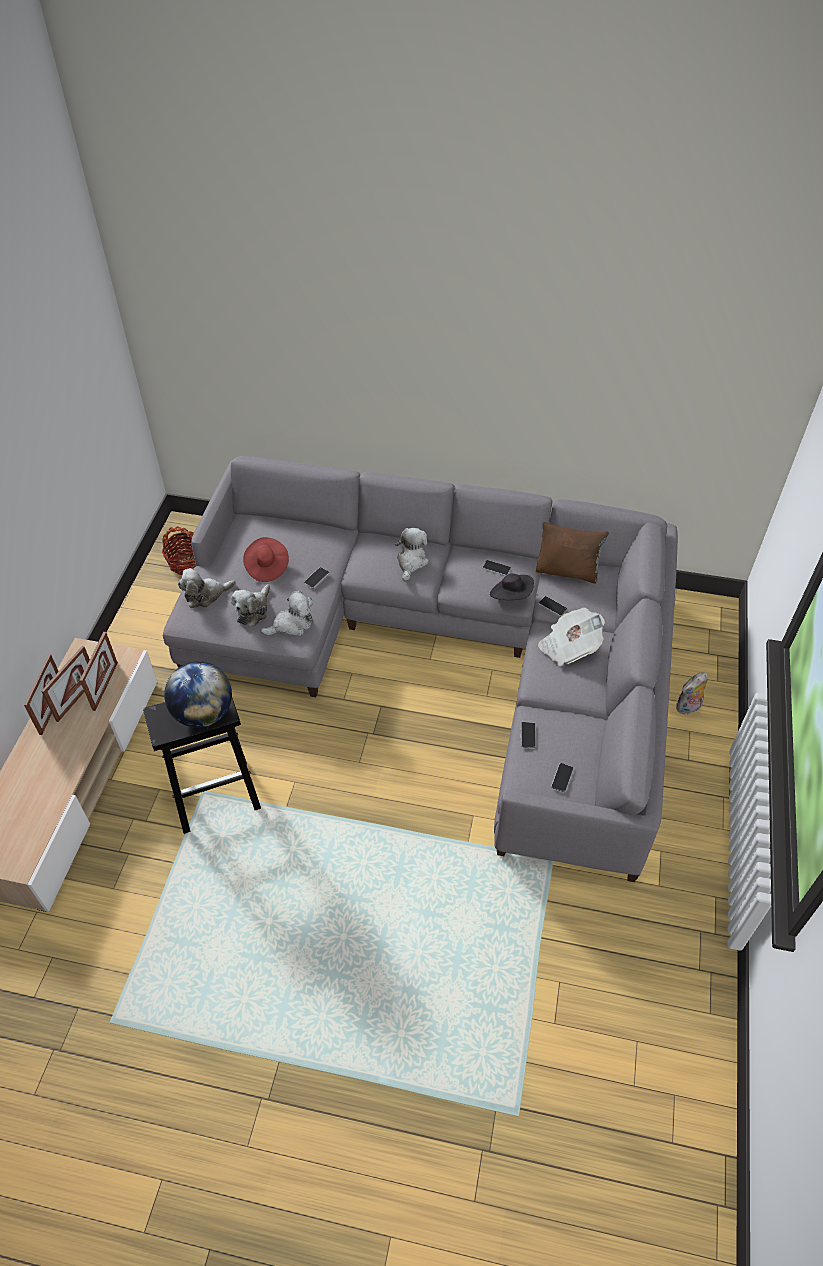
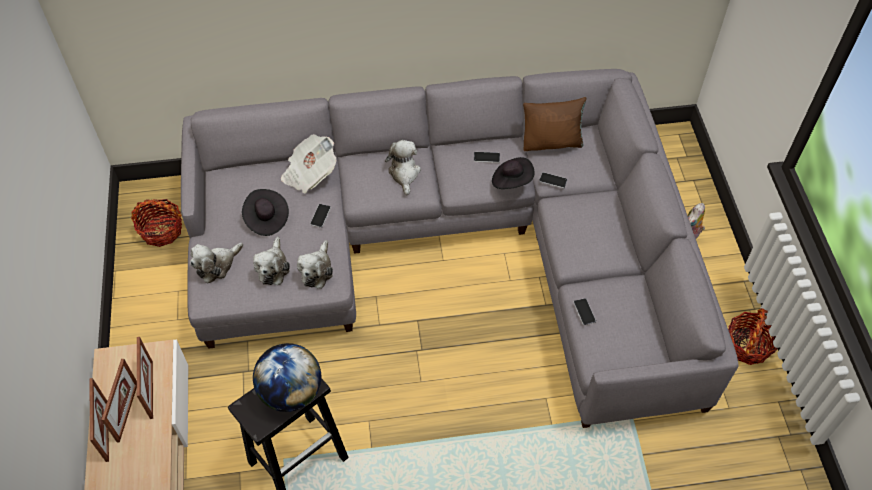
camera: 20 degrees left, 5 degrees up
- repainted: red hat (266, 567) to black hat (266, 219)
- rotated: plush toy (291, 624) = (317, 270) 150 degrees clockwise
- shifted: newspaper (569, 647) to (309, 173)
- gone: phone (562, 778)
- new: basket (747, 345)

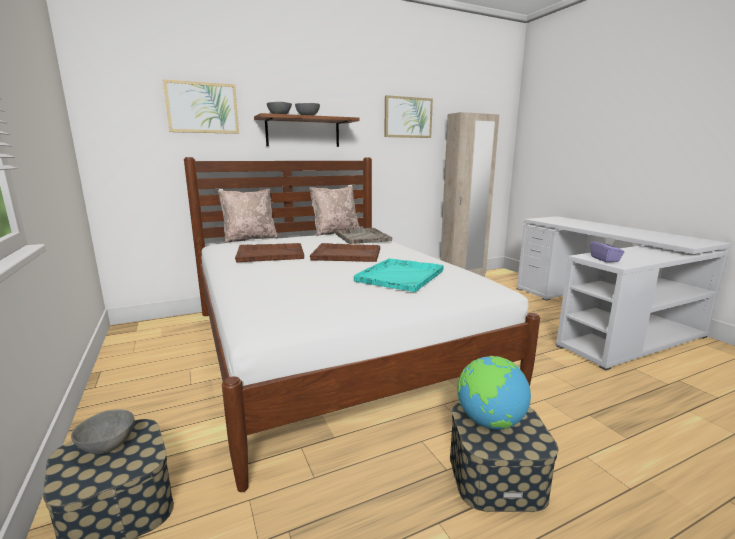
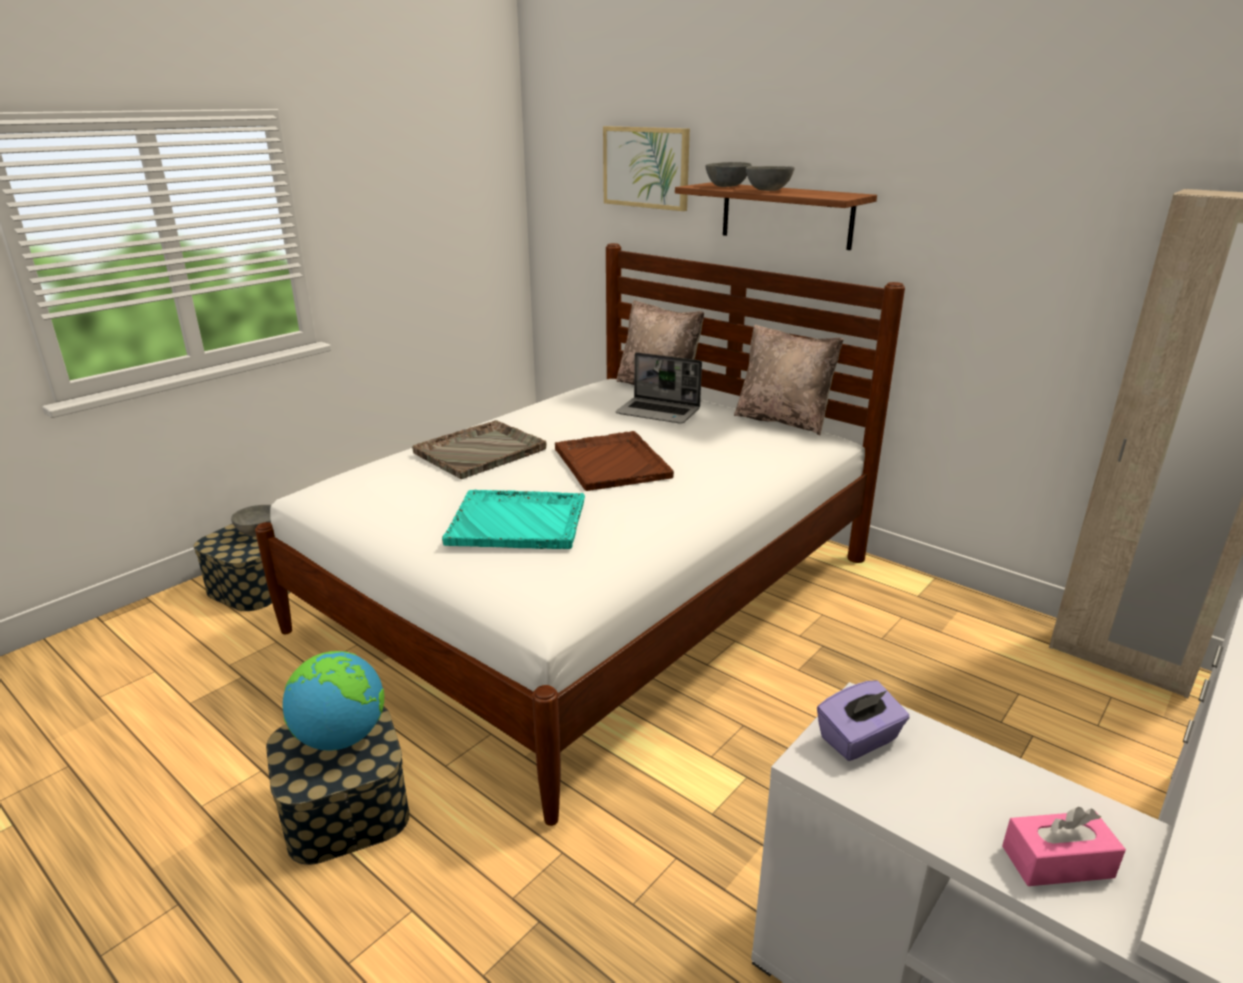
camera: 65 degrees right, 10 degrees up
- gone: picture (408, 117)
- shifted: grey tray (362, 237) to (481, 451)
- gone: brown tray (270, 254)
- new: laptop (659, 412)
- new: pink tissue box (1057, 862)

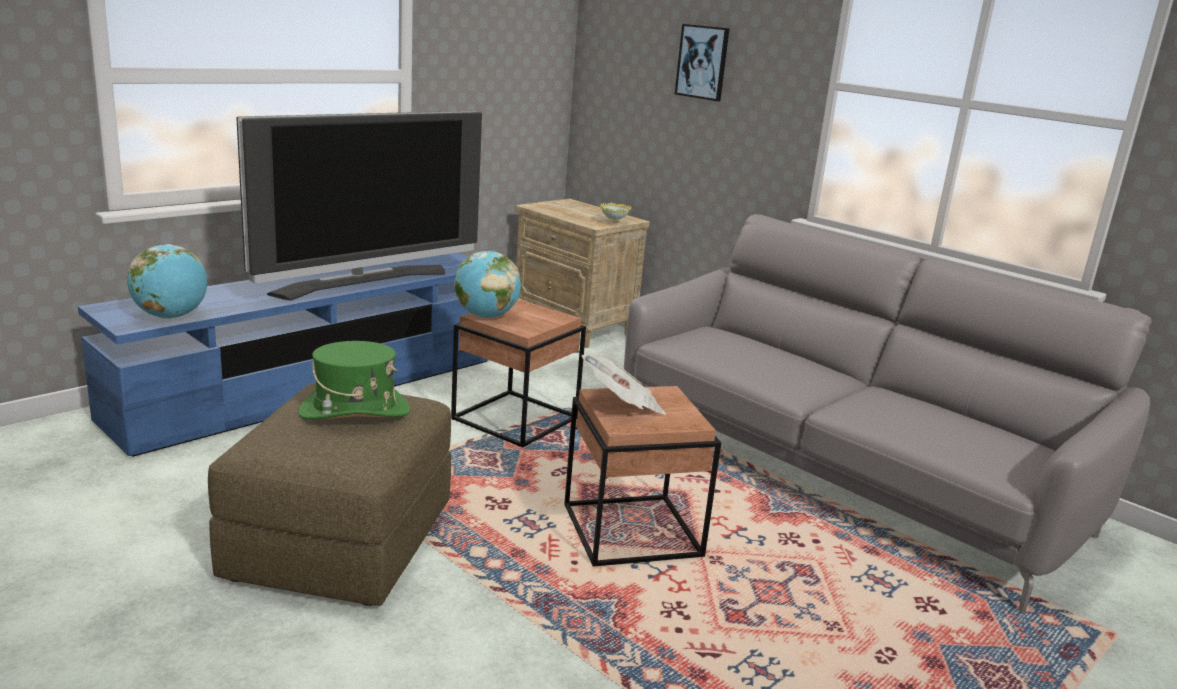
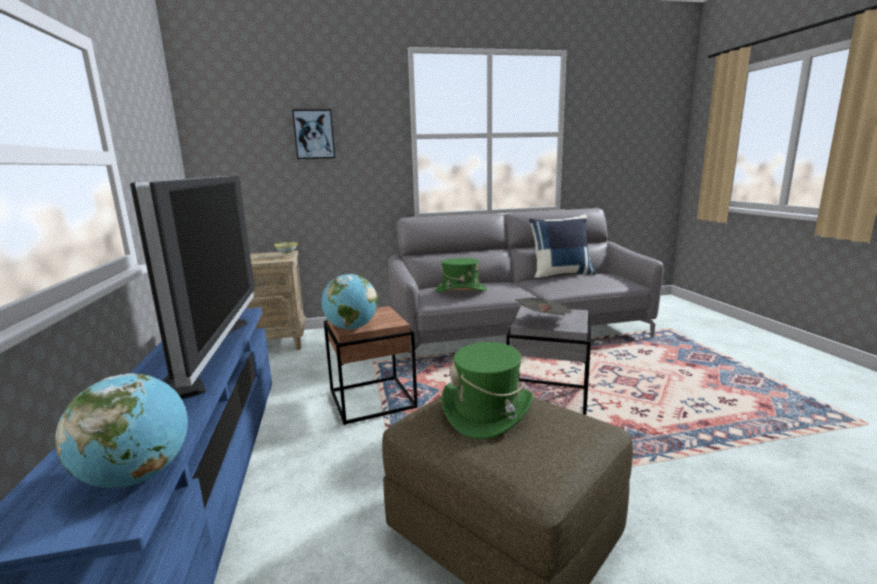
camera: 55 degrees left, 5 degrees down
- repainted: brown side table (632, 530) to grey side table (547, 400)
- new: blue pillow (560, 275)
- new: green hat (460, 290)

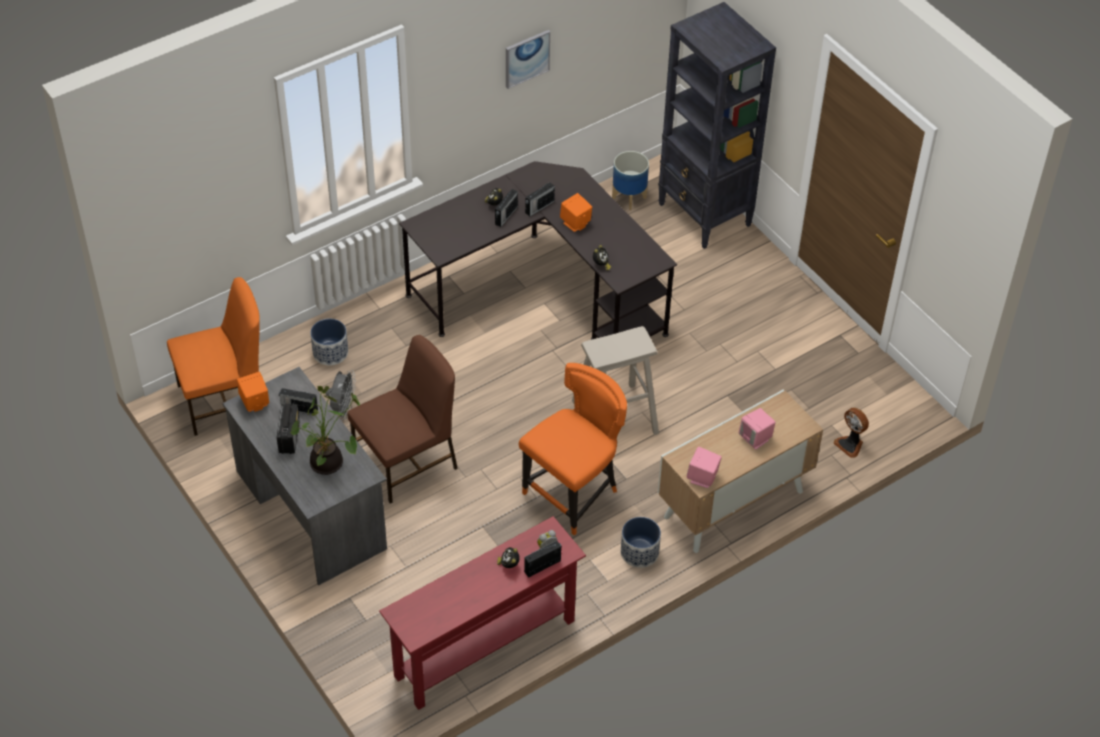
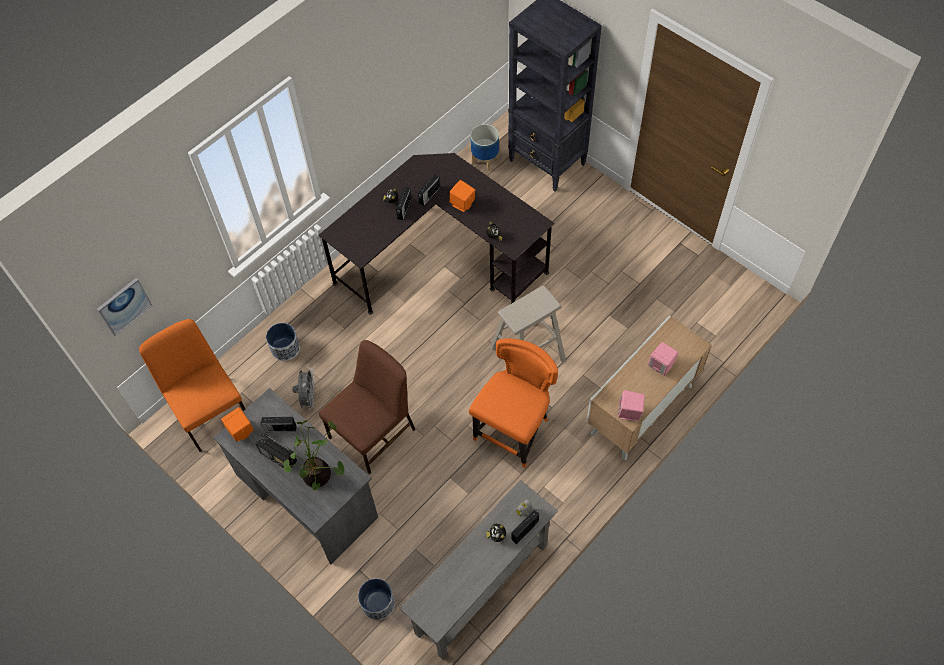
camera: 10 degrees left, 10 degrees up
- shifted: picture (526, 58) to (124, 306)
- rotated: orange chair (225, 400) = (210, 411) 90 degrees counterclockwise
- rotated: radio (289, 436) = (278, 457) 135 degrees clockwise
- gone: fan (850, 444)
- repainted: red console table (485, 649) to grey console table (482, 589)
- shifted: planter (639, 553) to (378, 604)

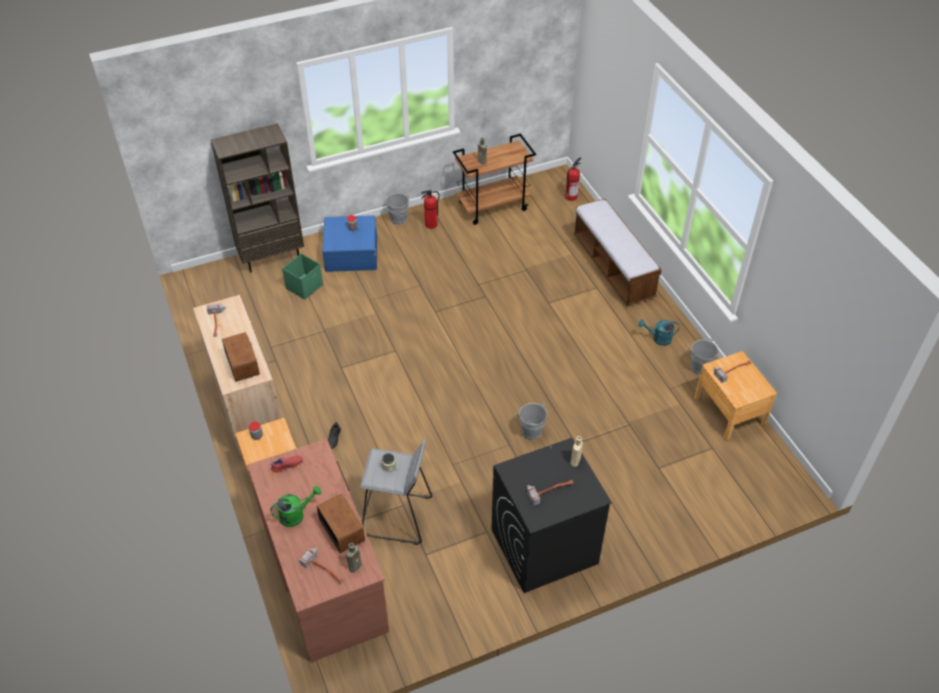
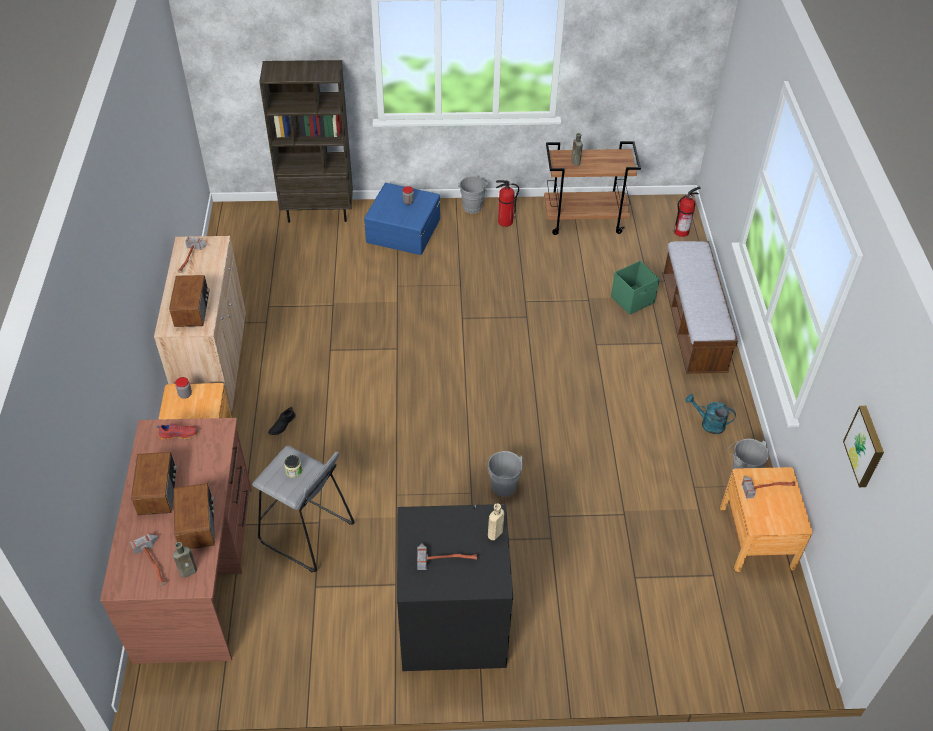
camera: 20 degrees right, 0 degrees up
- shifted: green storage box (305, 286) to (633, 300)
- swapped: green watering can (296, 515) to radio (158, 491)
- new: picture (866, 446)

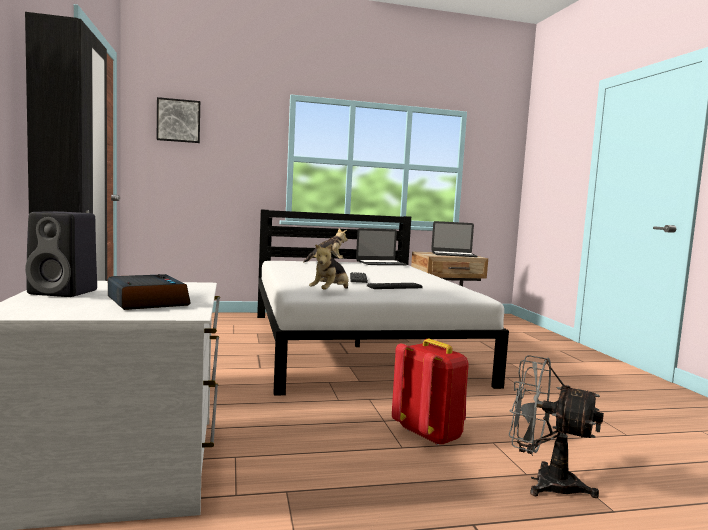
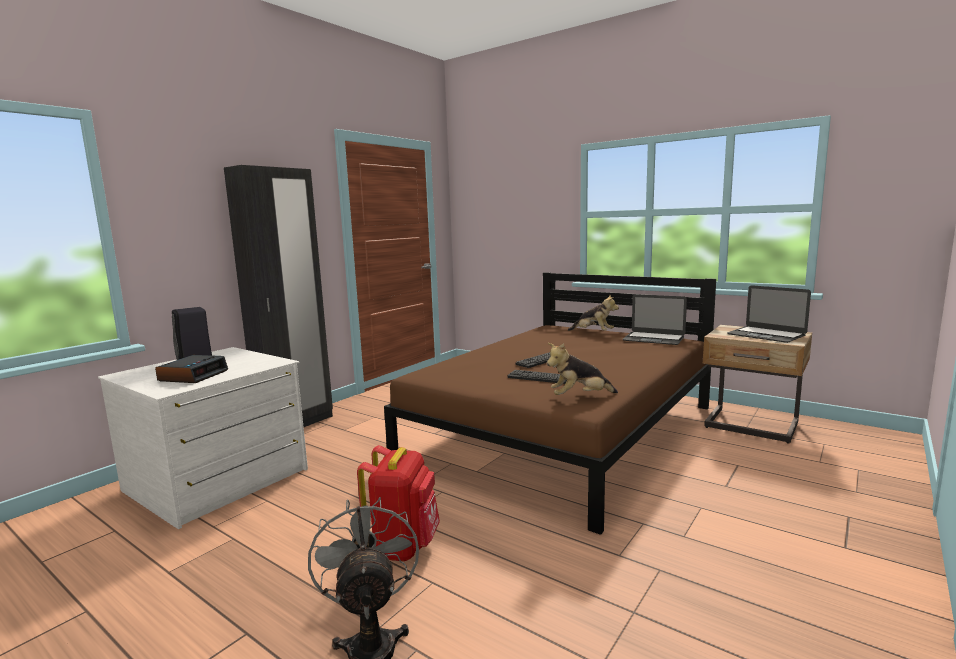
camera: 50 degrees right, 5 degrees up
- gone: picture (178, 120)
- repainted: white bed (357, 345) to brown bed (564, 432)
- shifted: plush toy (330, 292) to (579, 397)

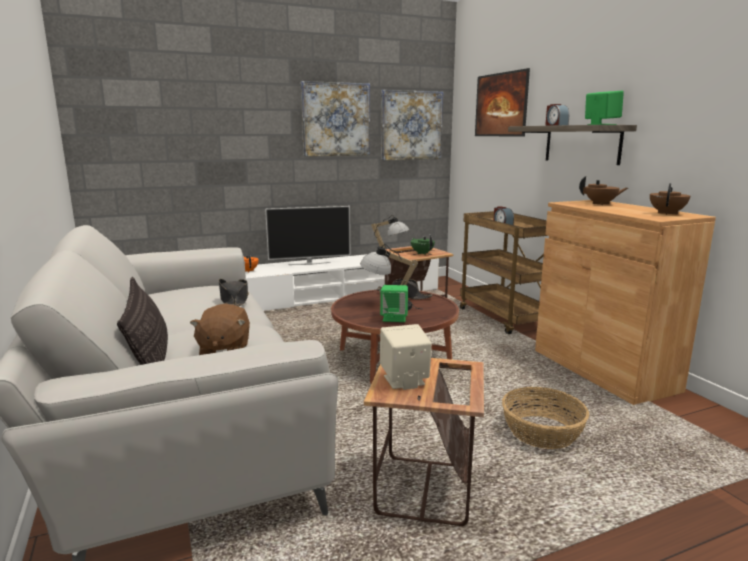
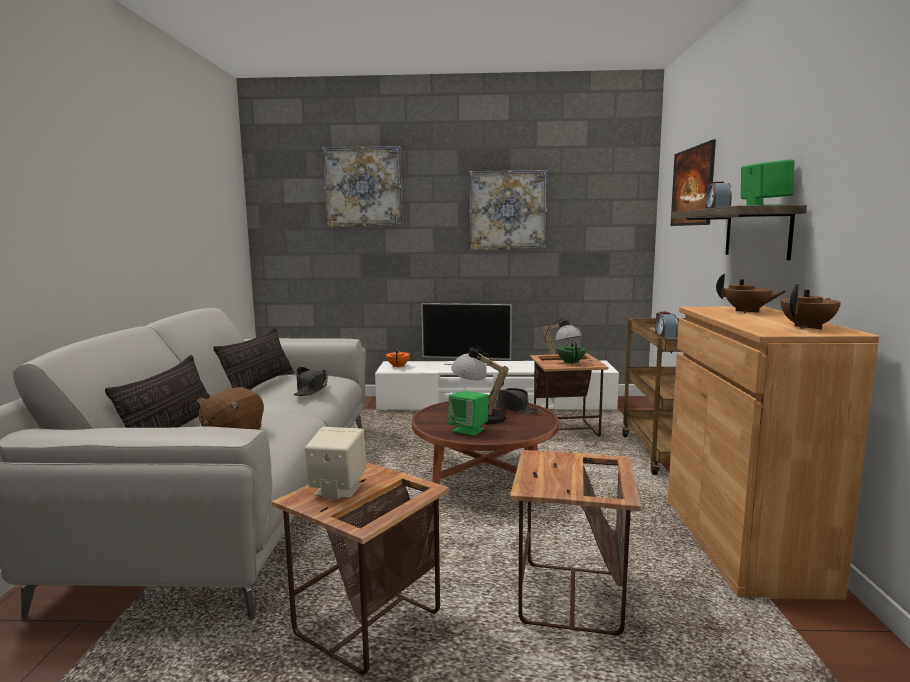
camera: 25 degrees right, 5 degrees down
- shifted: picture (411, 125) to (363, 187)
- swapped: basket (542, 432) to side table (570, 600)
- new: pillow (260, 386)

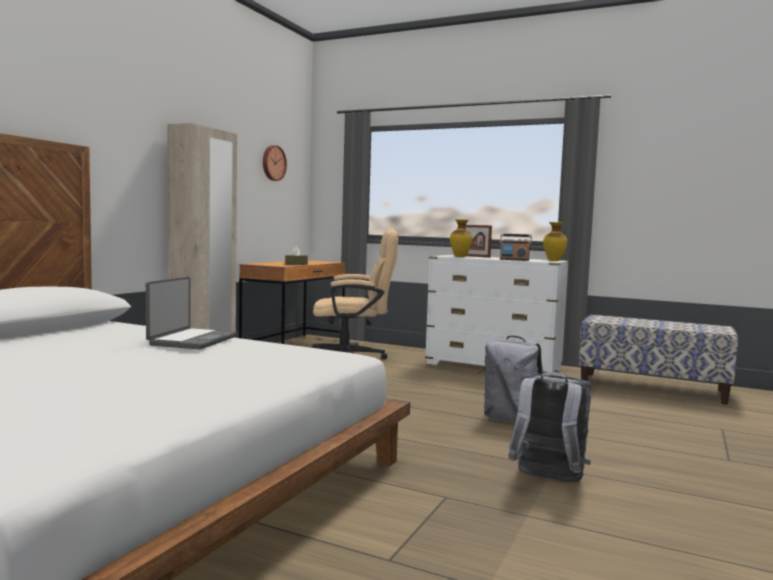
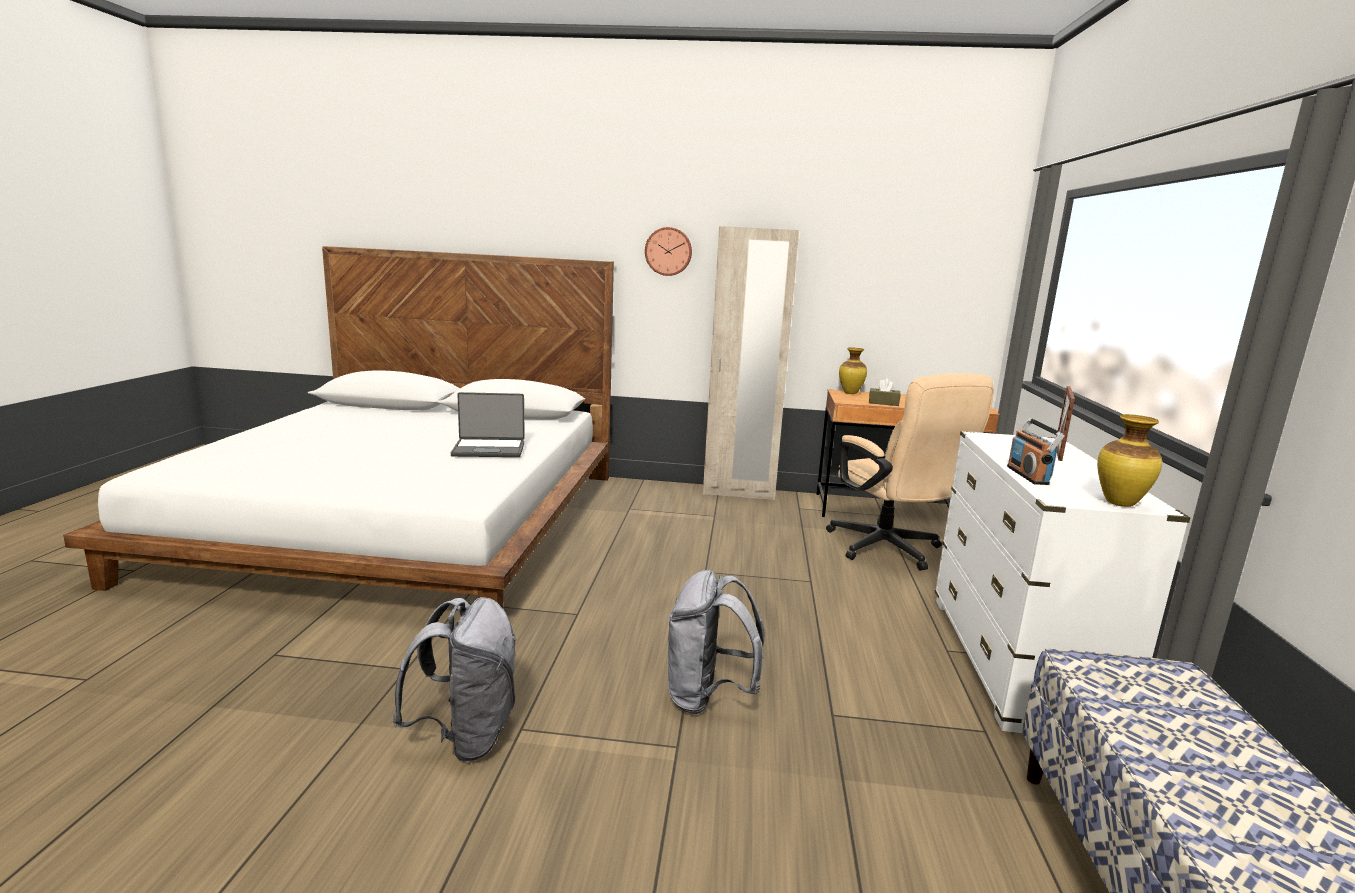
camera: 70 degrees right, 10 degrees up
- shifted: wall clock (273, 163) to (668, 251)
- shifted: vase (460, 256) to (850, 393)

